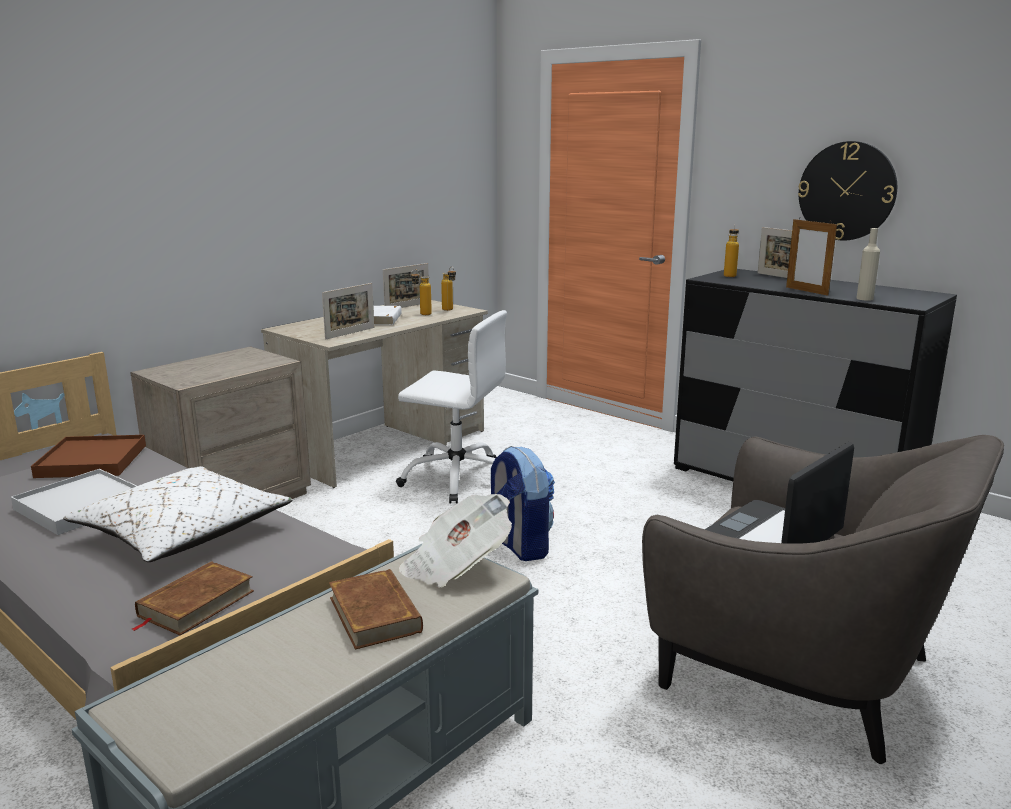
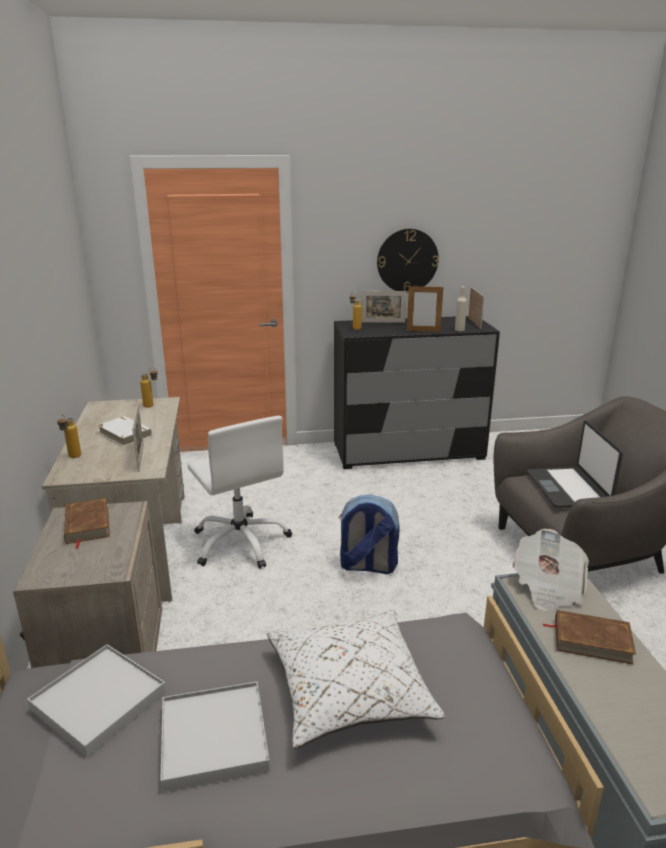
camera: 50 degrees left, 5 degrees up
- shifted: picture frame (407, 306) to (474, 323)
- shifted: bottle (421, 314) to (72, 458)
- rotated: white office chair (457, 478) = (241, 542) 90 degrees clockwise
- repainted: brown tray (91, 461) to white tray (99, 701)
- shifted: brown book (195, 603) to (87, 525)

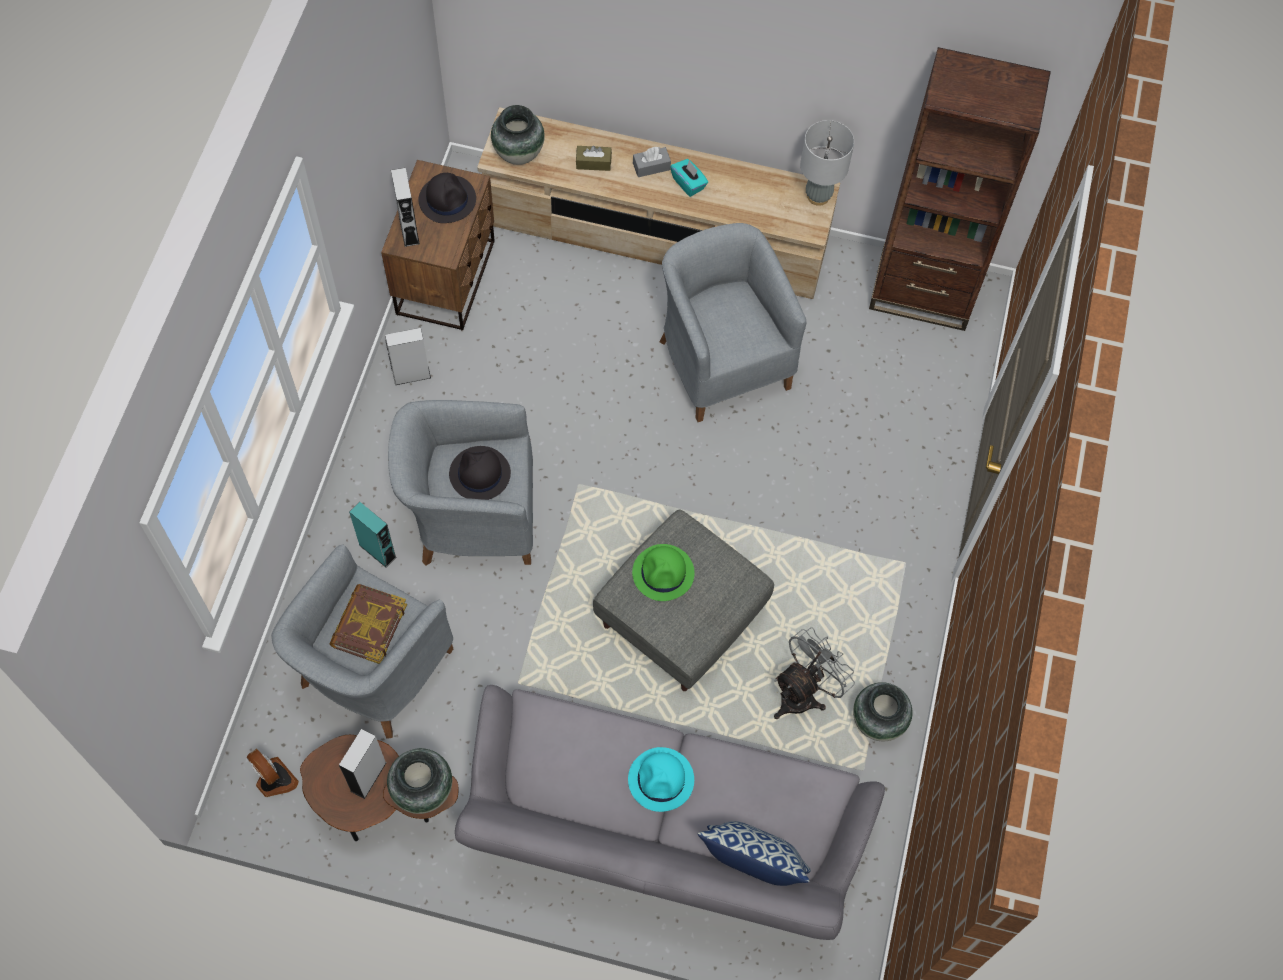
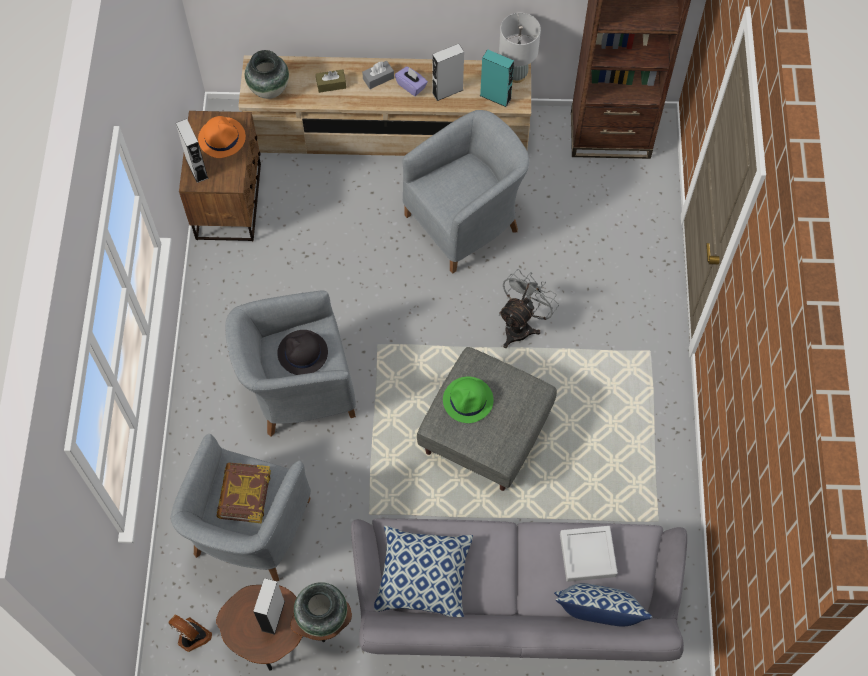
camera: 10 degrees left, 0 degrees up
- repainted: turquoise tissue box (688, 183) to purple tissue box (411, 86)
- repainted: black hat (447, 199) to orange hat (222, 137)
- rotated: grey armchair (721, 359) = (466, 221) 90 degrees clockwise
- shifted: grey speaker (411, 375) to (447, 91)
- shifted: turquoise speaker (377, 551) to (495, 97)
- shifted: grey fan (803, 693) to (521, 325)
- gone: vase (877, 722)
- gone: turquoise hat (661, 780)
- new: pillow (423, 578)
- new: grey tray (587, 555)

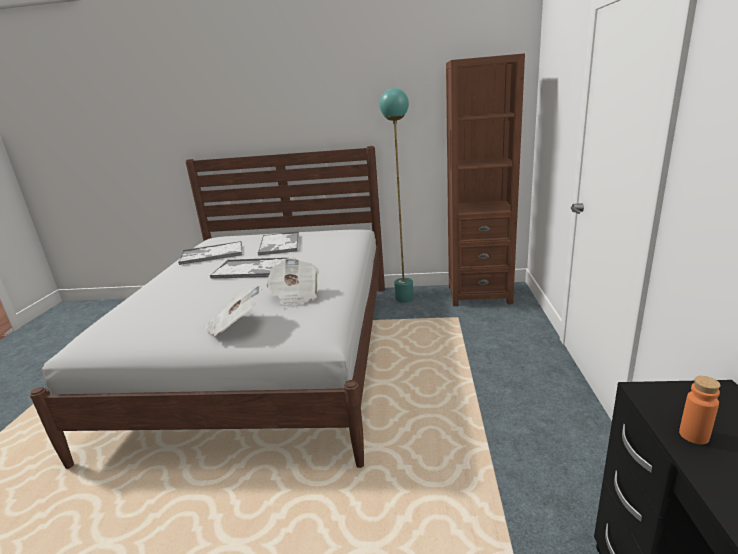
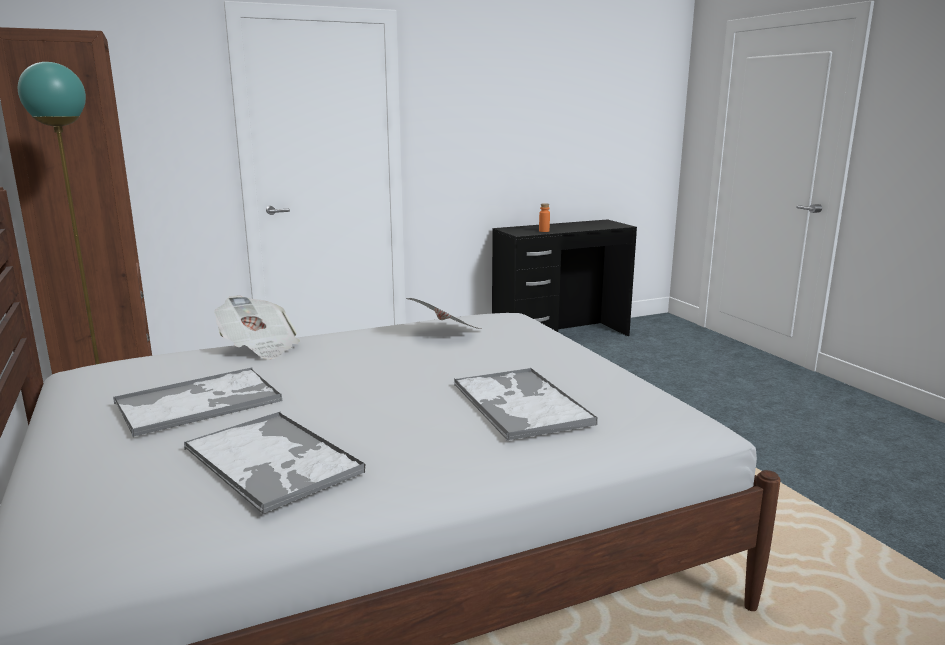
camera: 120 degrees left, 5 degrees down
- shifted: tray (251, 269) to (520, 403)
- shifted: newspaper (235, 325) to (259, 347)

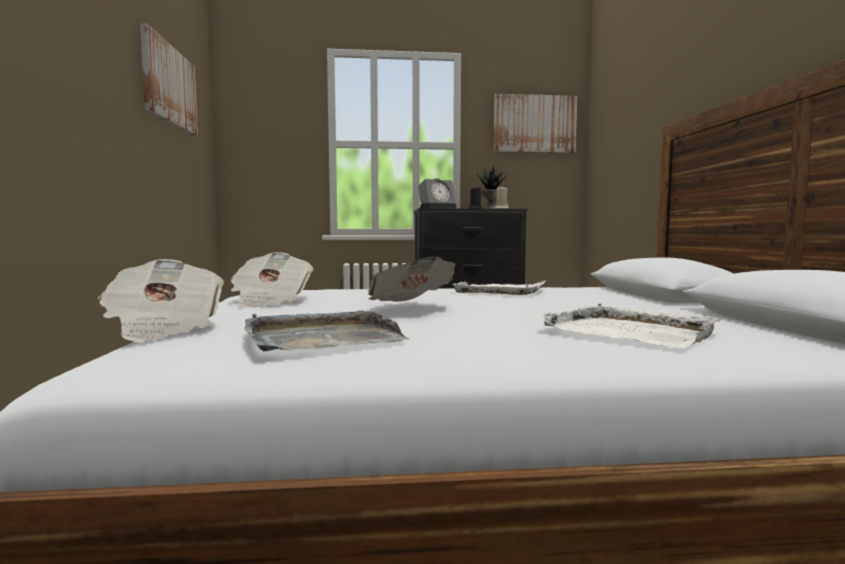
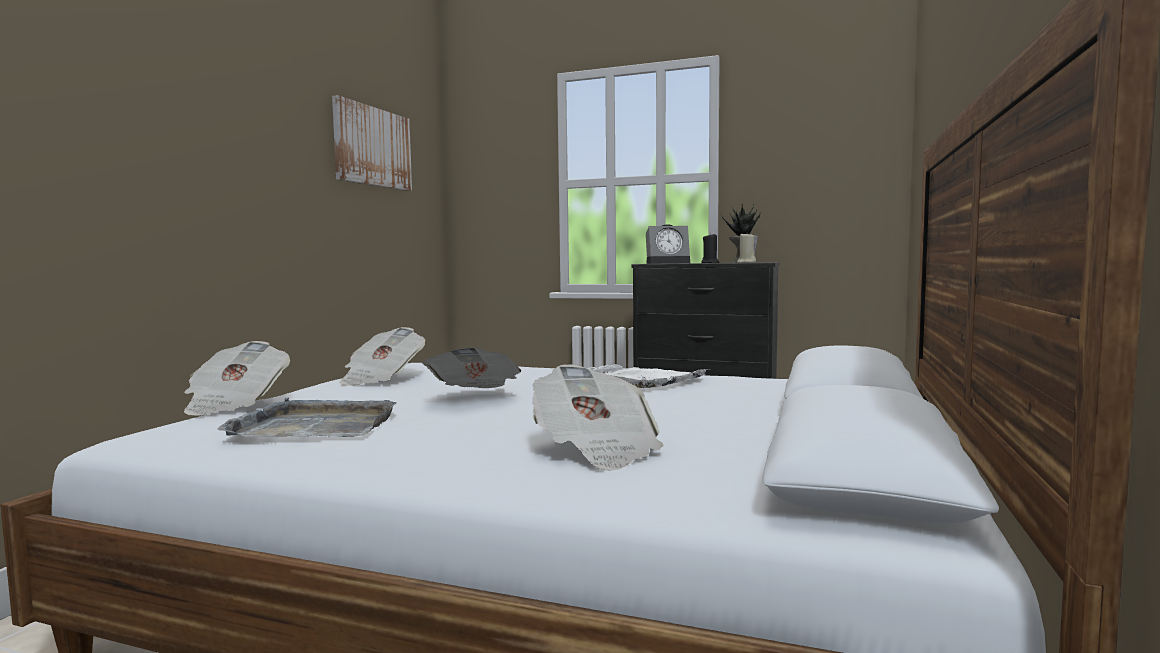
camera: 25 degrees right, 0 degrees up
- gone: picture (534, 124)
- swapped: white tray (627, 332) to newspaper (596, 450)

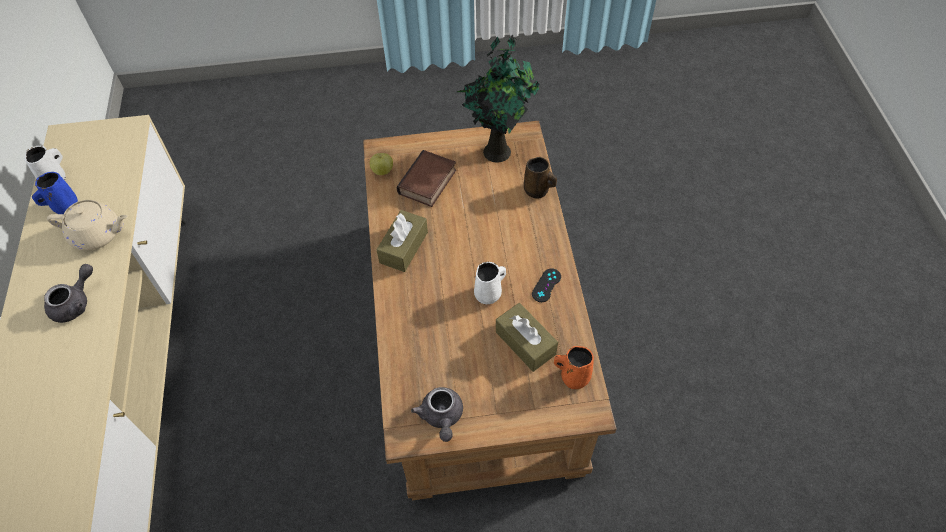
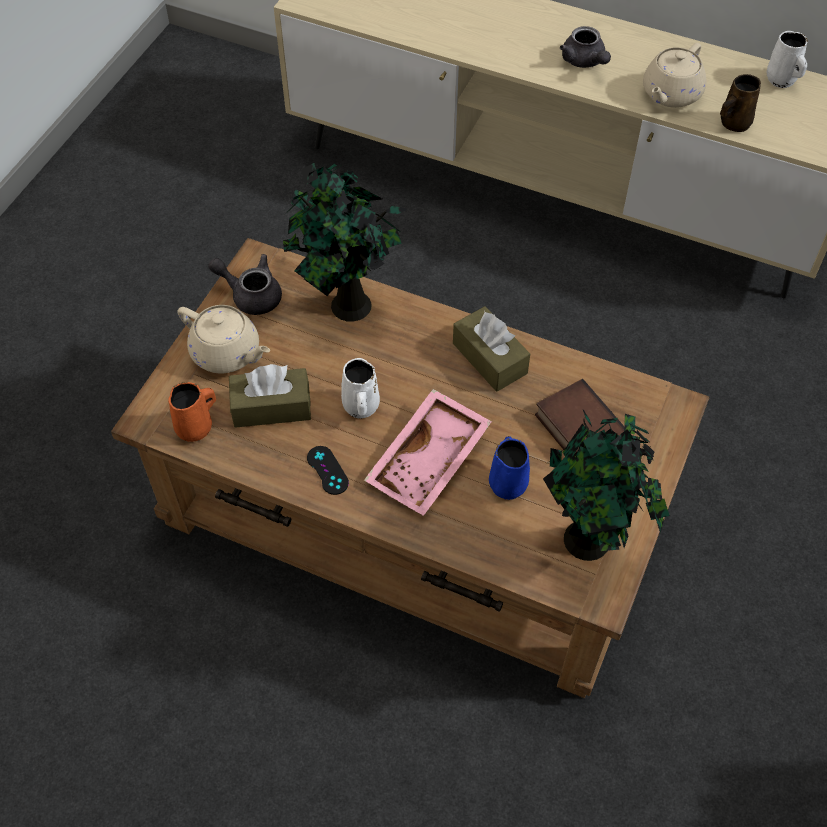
camera: 120 degrees right, 0 degrees up
- gone: apple (382, 171)
- shifted: brown mug (537, 191) to (733, 123)
- shifted: blue mug (64, 207) to (508, 482)
- new: potted plant (348, 307)
- new: beige teapot (227, 353)
- new: pink tray (430, 462)

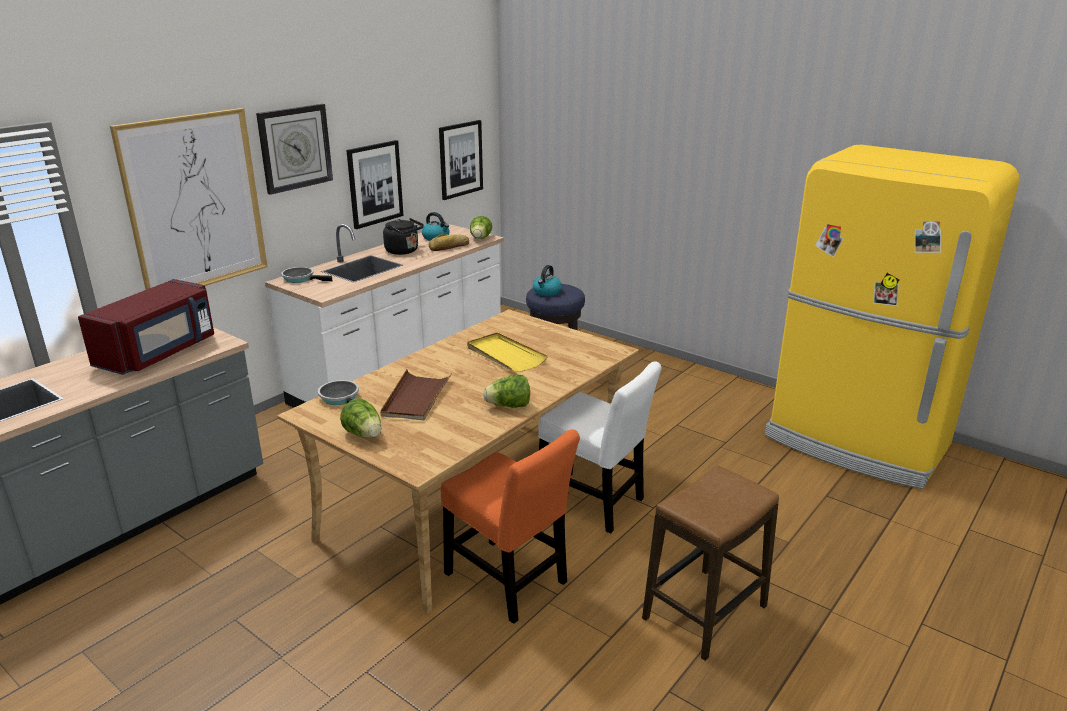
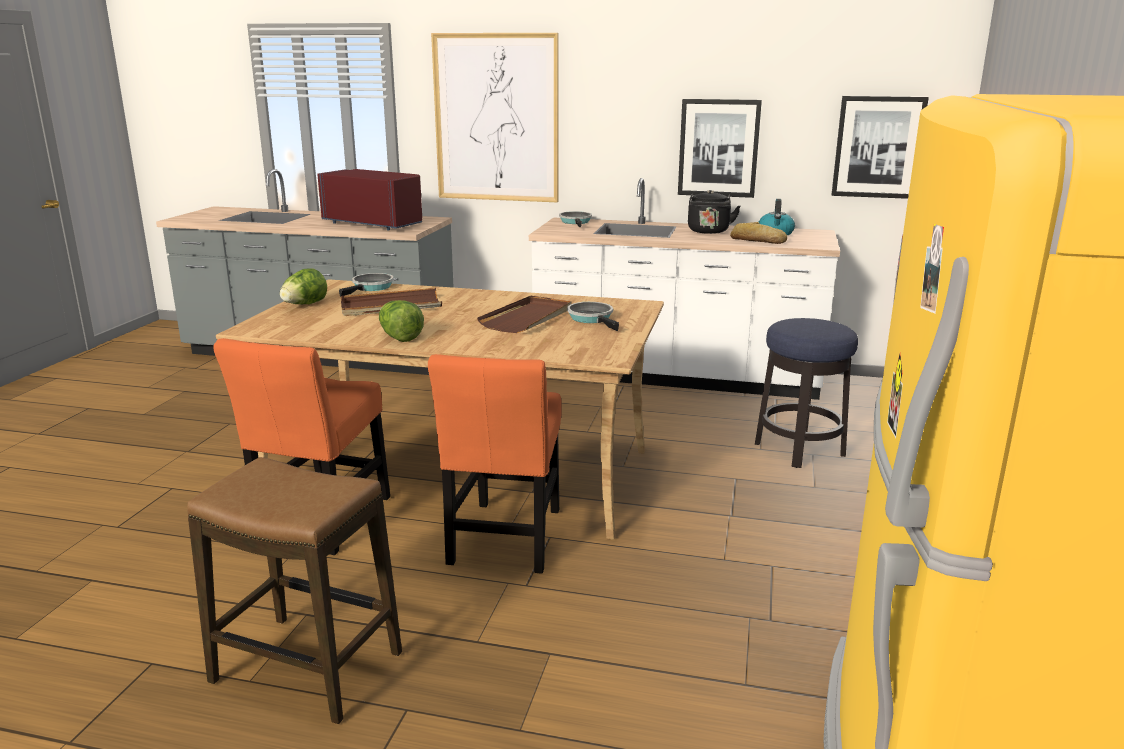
camera: 65 degrees right, 5 degrees down
- gone: wall clock (295, 148)
- gone: lettuce (480, 239)
- gone: kettle (546, 292)
- rotated: red microwave (159, 353) = (374, 224) 150 degrees counterclockwise
- repainted: yellow tray (505, 355) to brown tray (528, 318)
- repainted: white chair (594, 503) to orange chair (505, 540)
- new: frying pan (592, 319)

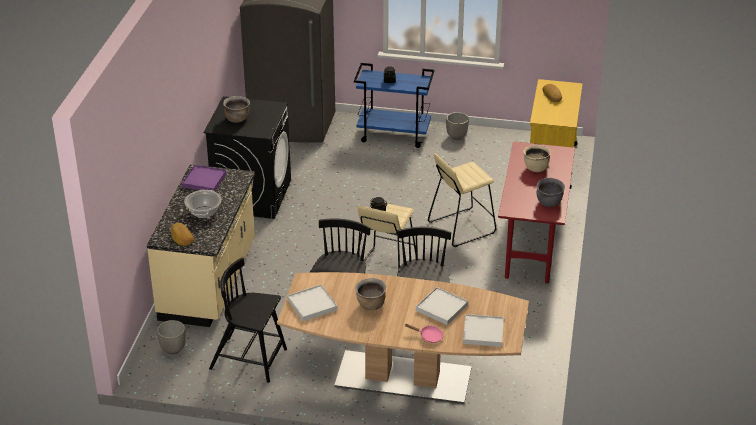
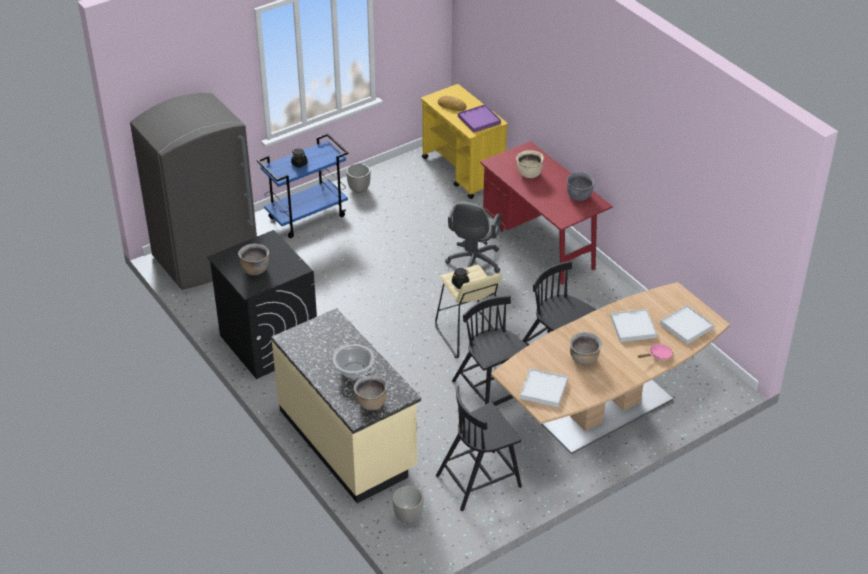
camera: 45 degrees left, 5 degrees up
- swapped: beige stool (461, 227) to grey office chair (473, 264)
- shifted: purple tray (204, 180) to (479, 120)
- swapped: bread (181, 237) to brown cooking pot (371, 403)

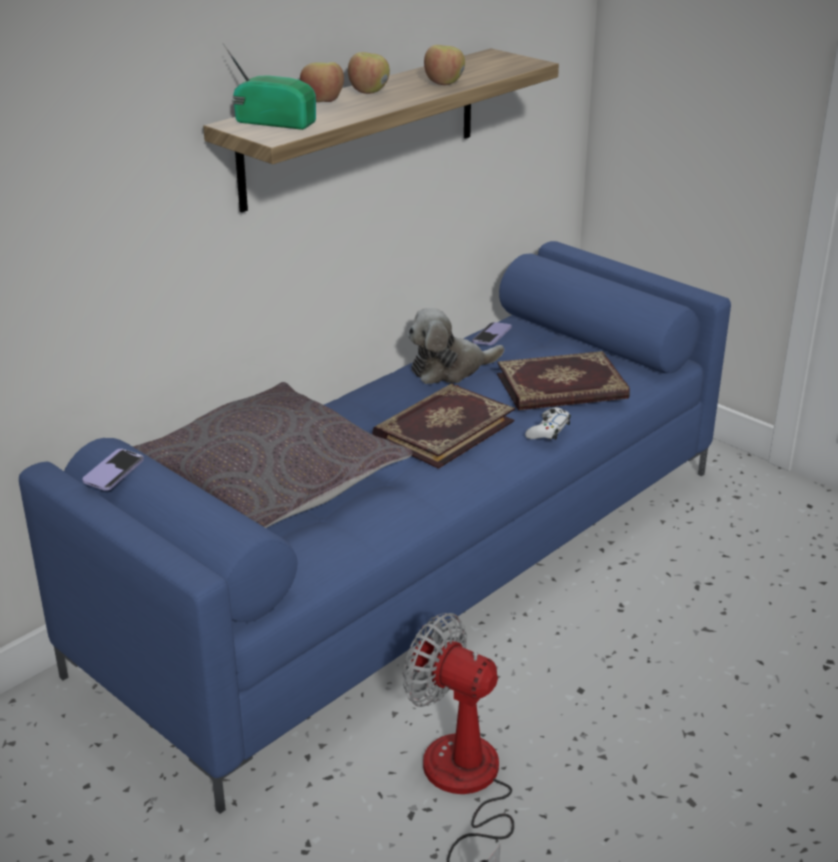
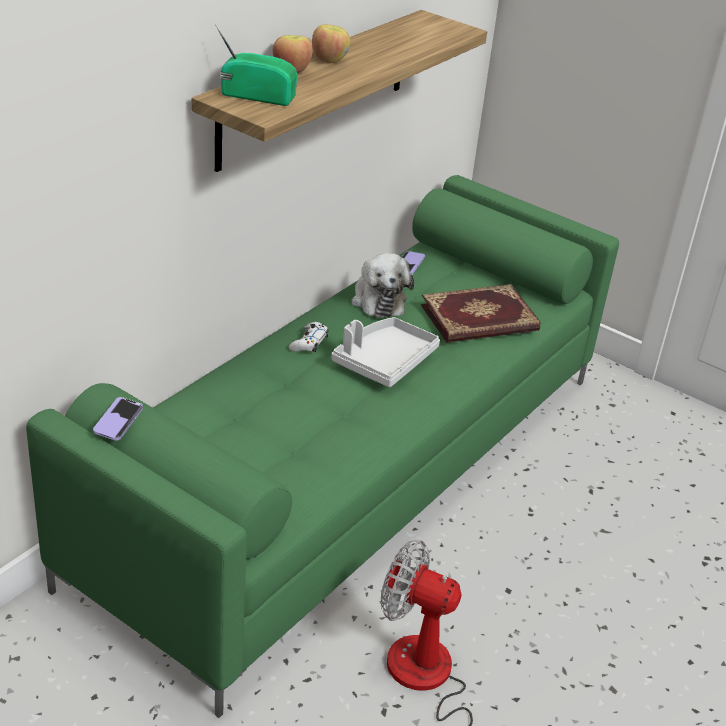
camera: 10 degrees left, 5 degrees up
- gone: apple (444, 83)
- repainted: blue sofa (419, 562) to green sofa (351, 471)
- rotated: plush toy (450, 369) = (378, 299) 75 degrees counterclockwise
- gone: grey pillow (270, 479)
- swapped: book (442, 429) to grey tray (384, 361)
- shifted: white game controller (548, 430) to (309, 343)

